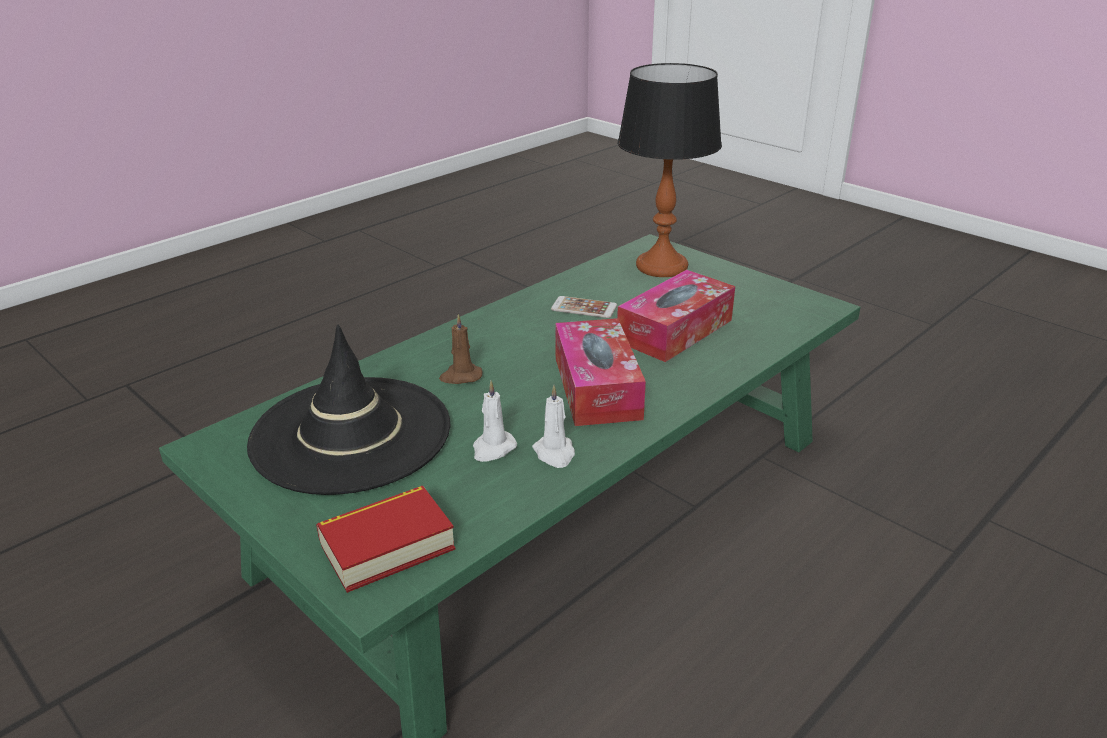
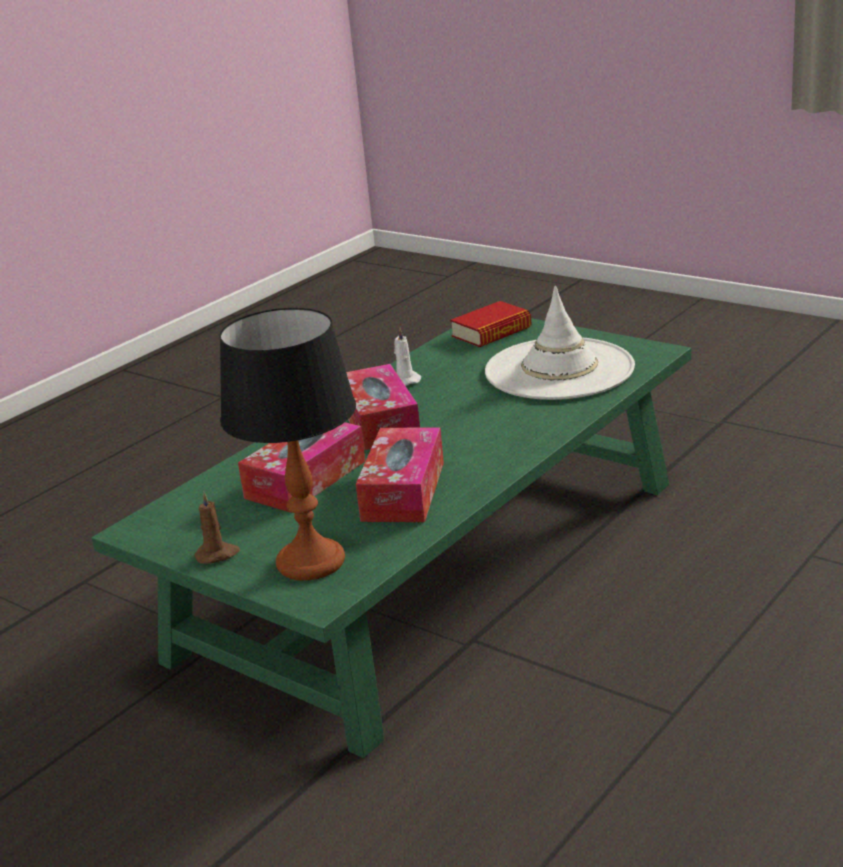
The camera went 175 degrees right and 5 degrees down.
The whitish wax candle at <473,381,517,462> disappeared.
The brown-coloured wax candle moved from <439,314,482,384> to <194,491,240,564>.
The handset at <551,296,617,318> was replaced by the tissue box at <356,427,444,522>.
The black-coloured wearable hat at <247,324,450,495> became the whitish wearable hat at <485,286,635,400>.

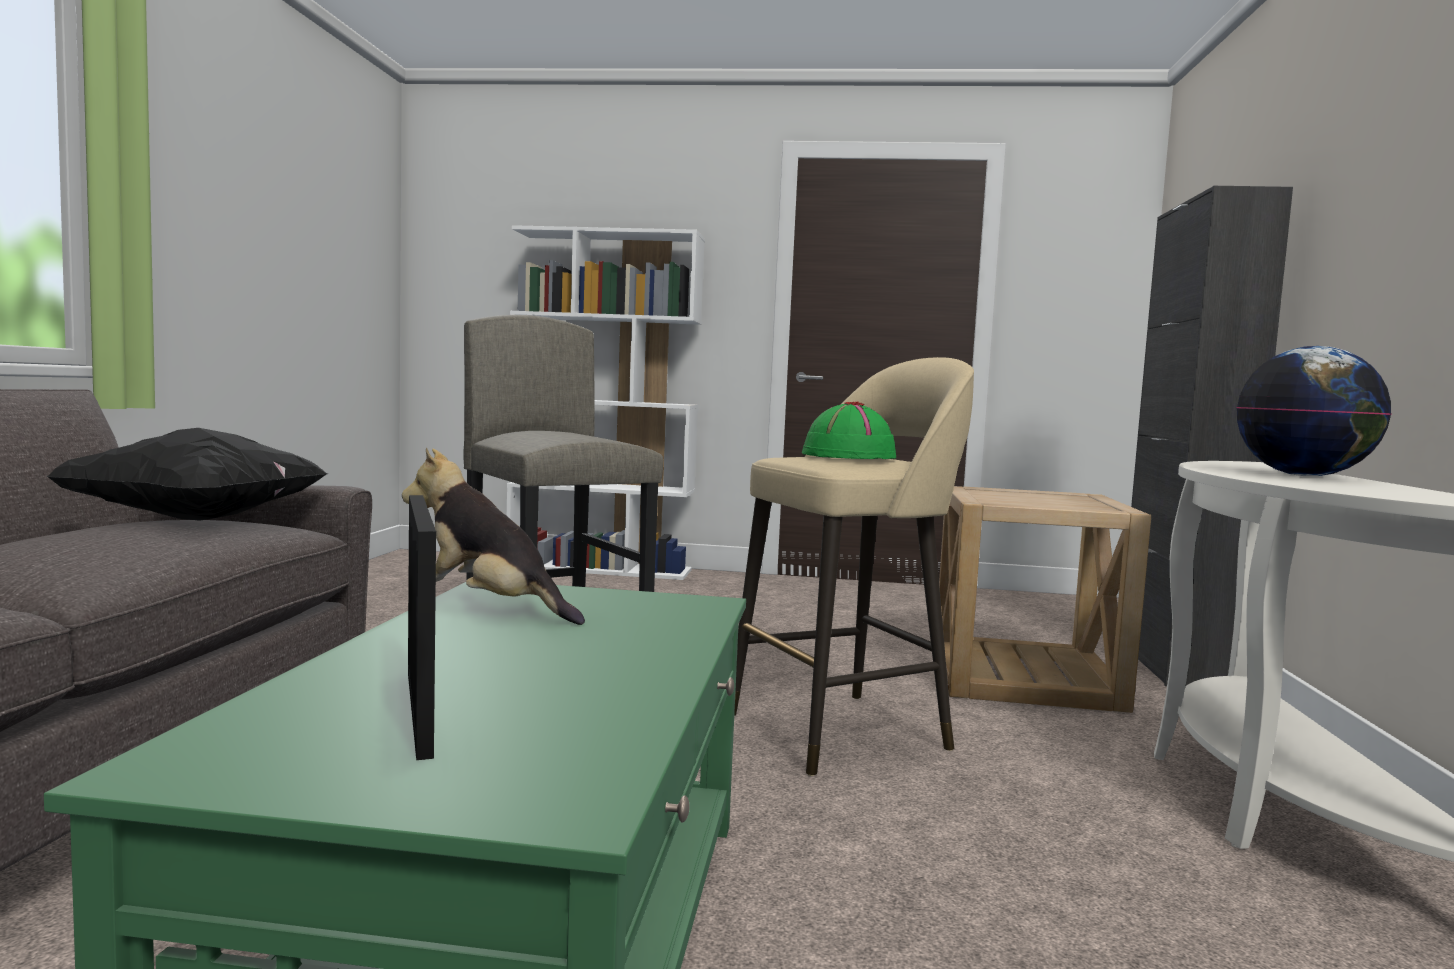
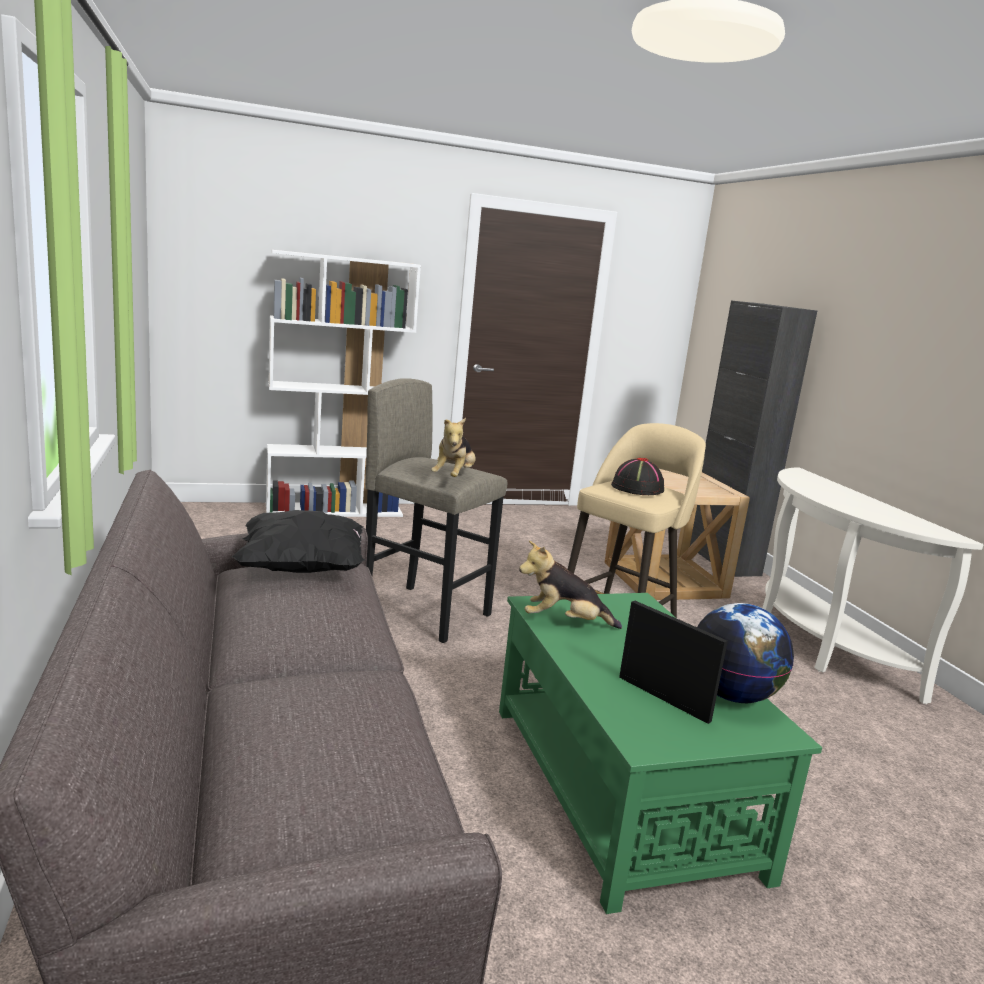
The camera went 25 degrees left and 10 degrees up.
The plush toy at <431,418,476,477> appeared.
The globe moved from <1236,346,1392,476> to <697,603,794,703>.
The green-coloured wearable hat at <802,402,896,459> became the black-coloured wearable hat at <611,457,664,495>.

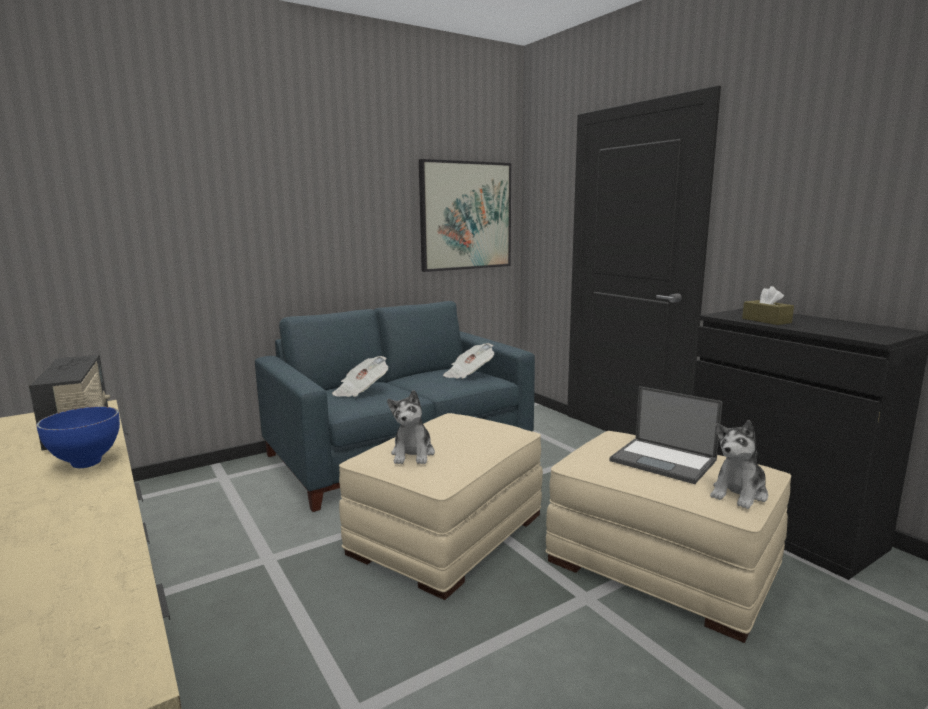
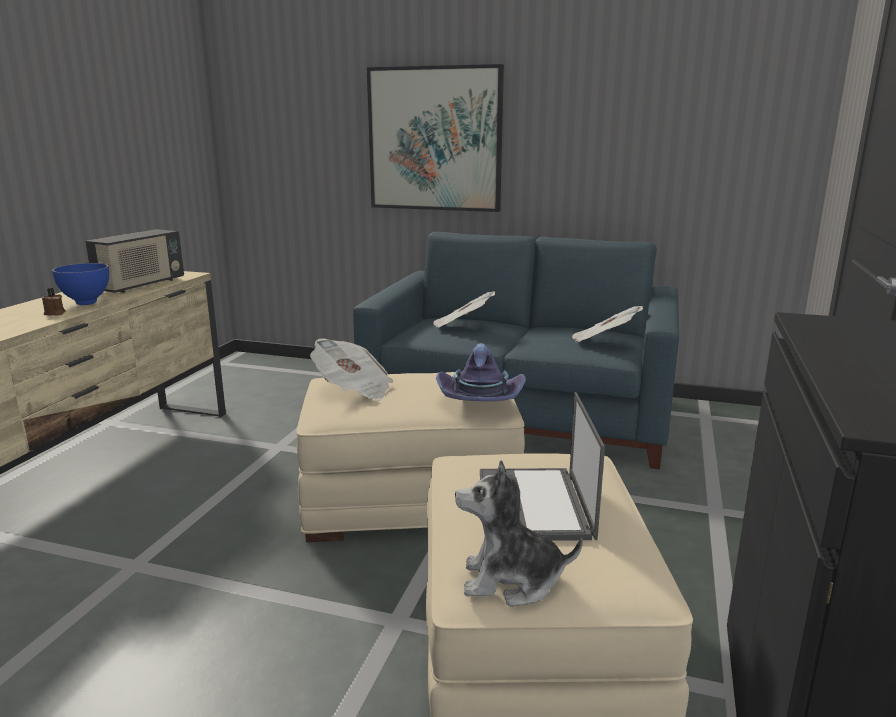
The camera went 50 degrees right and 5 degrees up.
The brown-coloured tissue box at <742,286,794,325> disappeared.
The brown-coloured wax candle at <42,288,66,315> appeared.
The purple-coloured wearable hat at <436,343,526,401> appeared.
The wall picture moved from <419,159,511,272> to <367,64,504,212>.
The plush toy at <387,390,435,464> was replaced by the daily paper at <310,338,393,401>.

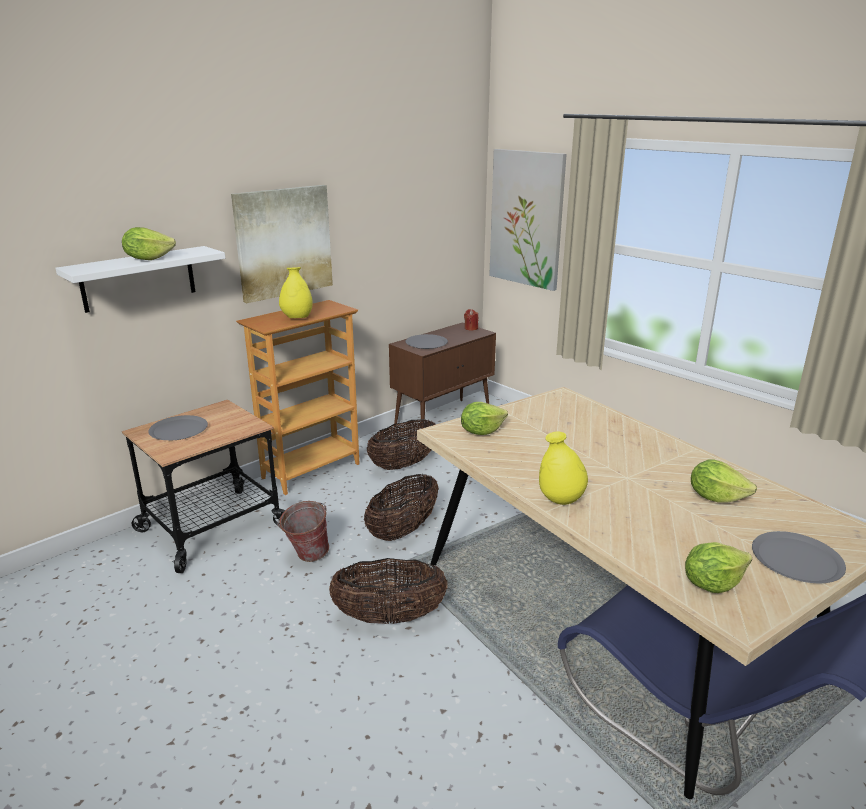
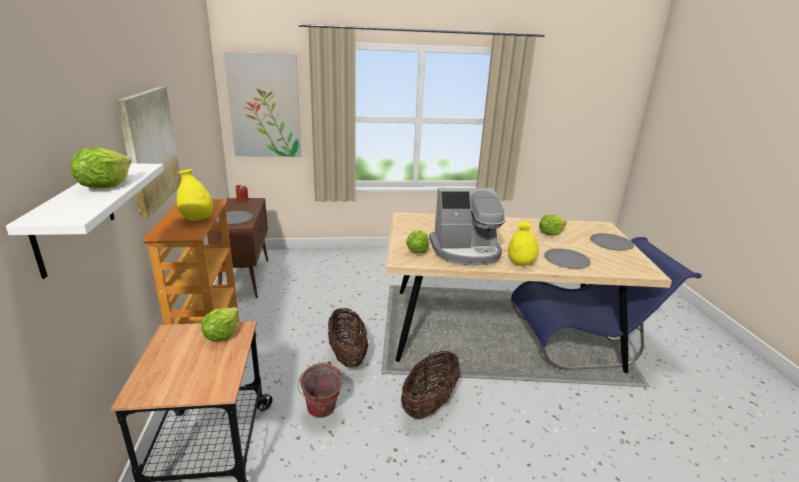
The camera went 55 degrees left and 0 degrees up.
The basket at <367,419,436,470> disappeared.
The coffee machine at <429,188,505,266> appeared.
The greyish plate moved from <148,415,208,440> to <544,249,591,269>.
The lettuce moved from <685,542,752,593> to <201,307,238,341>.

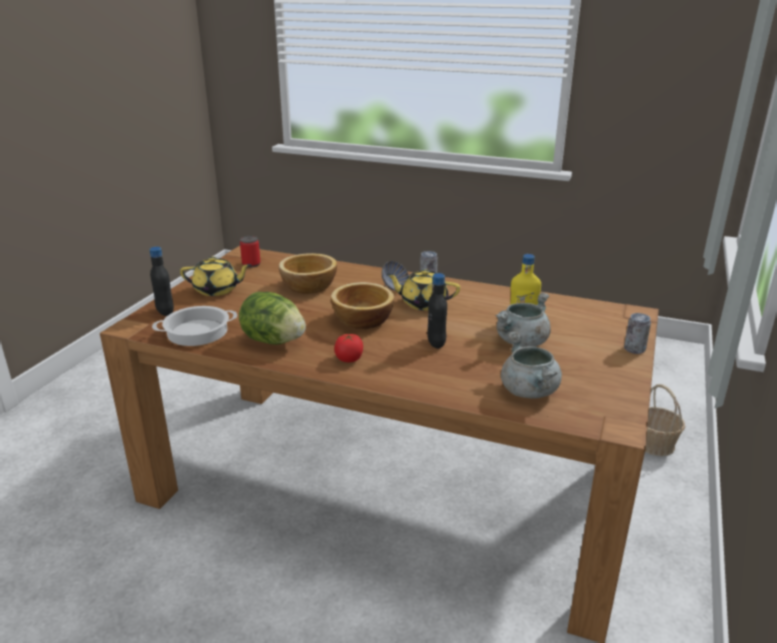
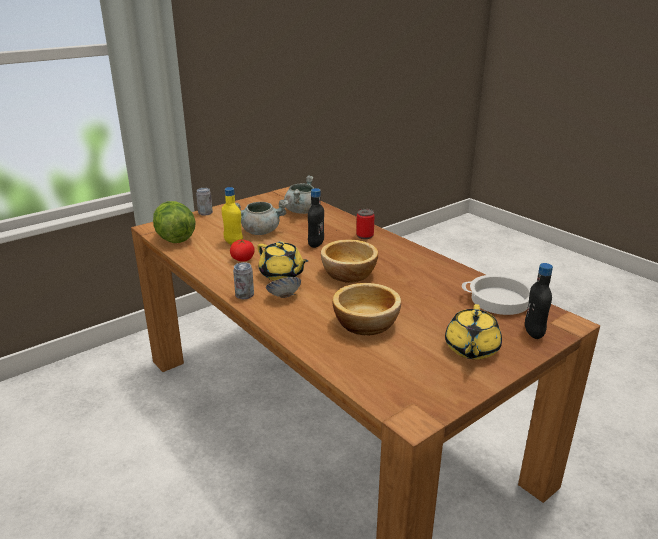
The camera went 150 degrees left and 0 degrees up.
The basket at <645,384,685,456> disappeared.
The lettuce moved from <239,292,306,345> to <153,201,196,243>.
The can moved from <240,236,261,268> to <356,209,375,239>.
The tomato moved from <334,334,363,362> to <230,240,255,262>.
The yellowish teapot at <180,257,252,296> turned 105 degrees counterclockwise.

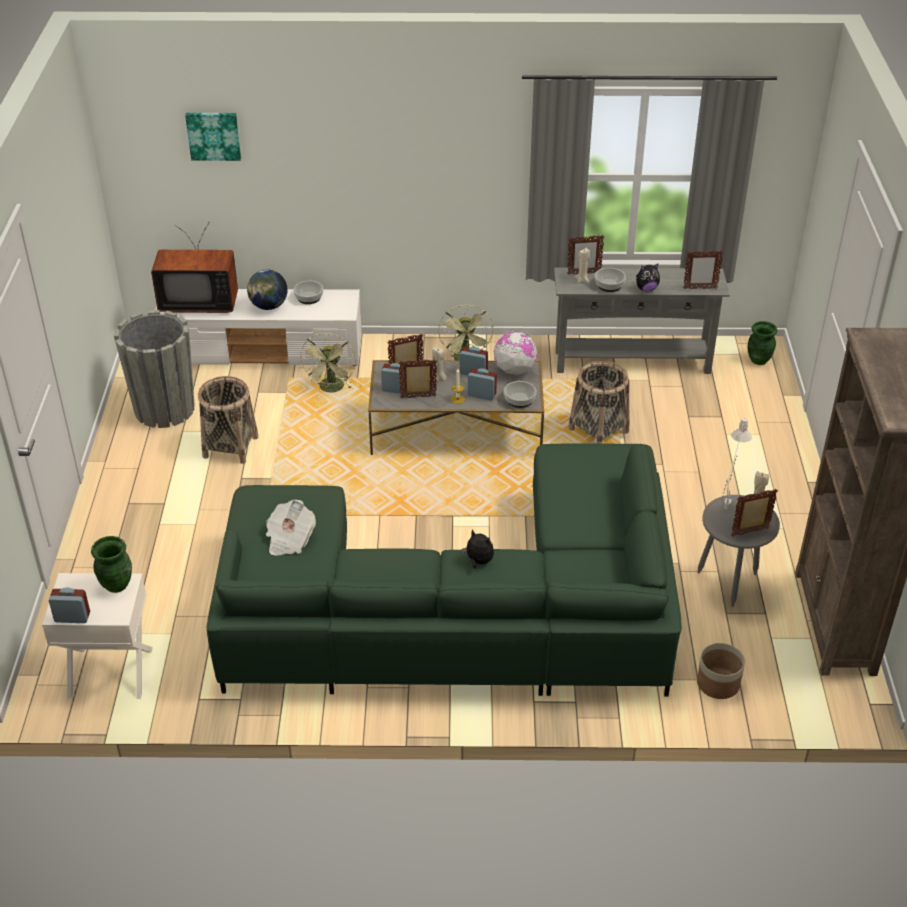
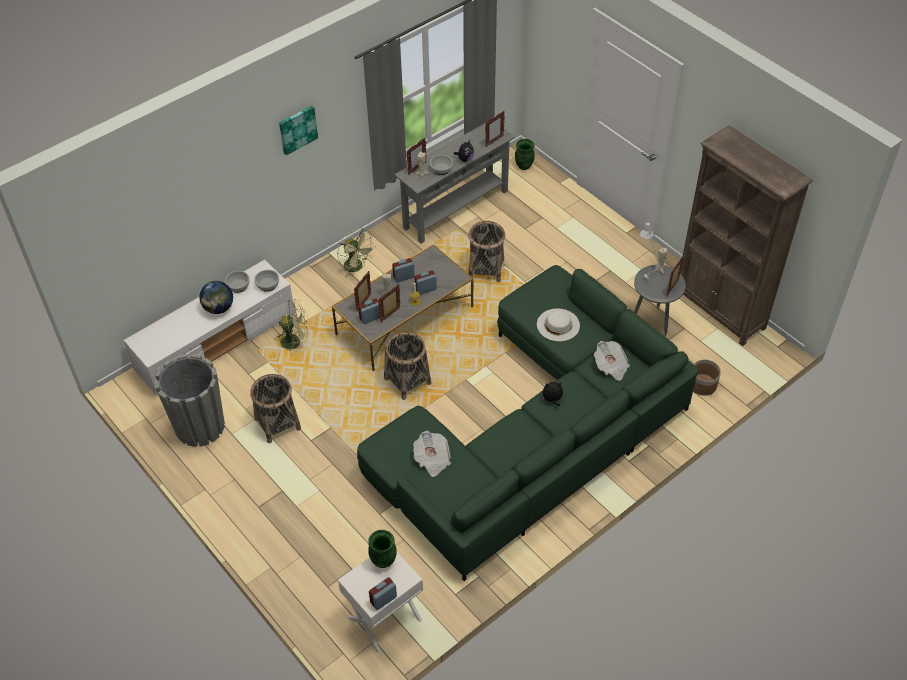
The camera went 40 degrees left and 10 degrees up.
The television at <151,223,238,313> disappeared.
The globe at <494,332,537,375> disappeared.
The basket at <384,332,431,400> appeared.
The whitish wearable hat at <537,309,580,341> appeared.
The daily paper at <594,341,630,381> appeared.
The wall picture moved from <185,113,241,161> to <279,106,318,155>.
The bowl moved from <504,381,537,408> to <254,270,279,292>.
The green-coloured electric fan at <300,333,356,392> turned 60 degrees counterclockwise.

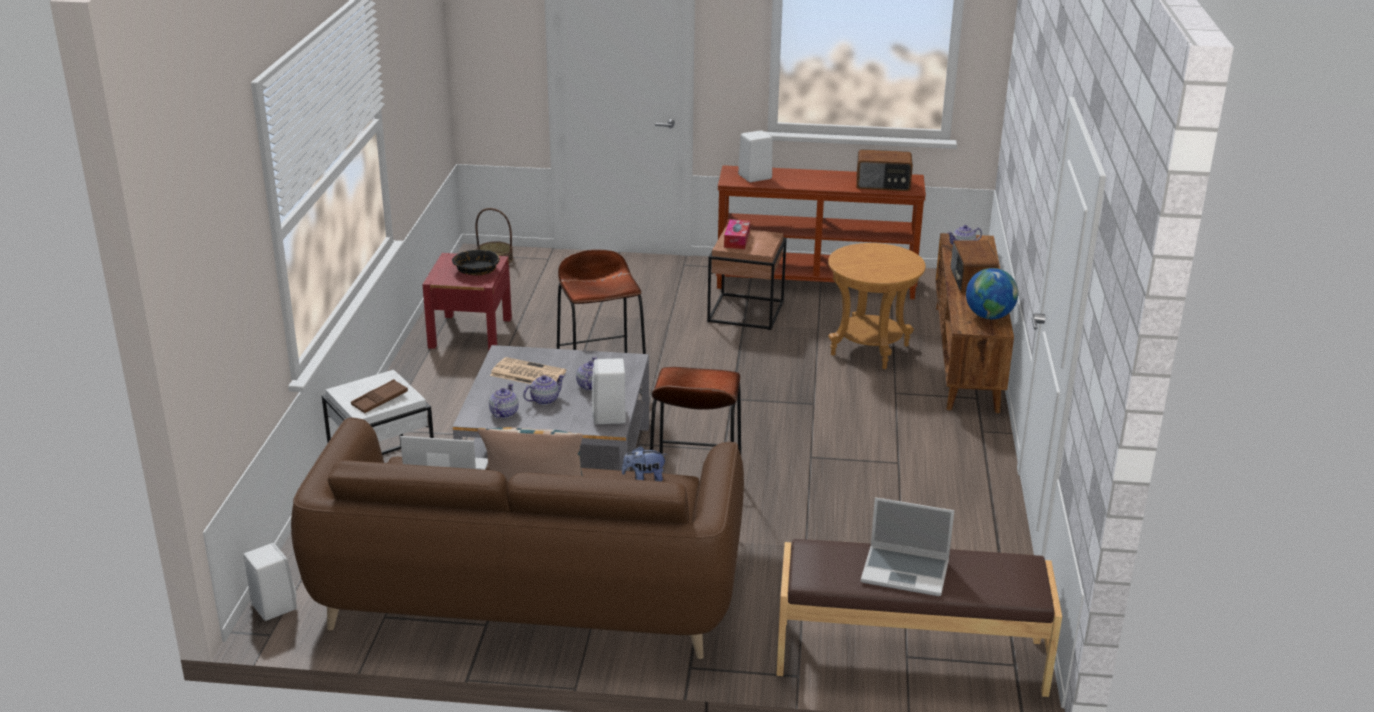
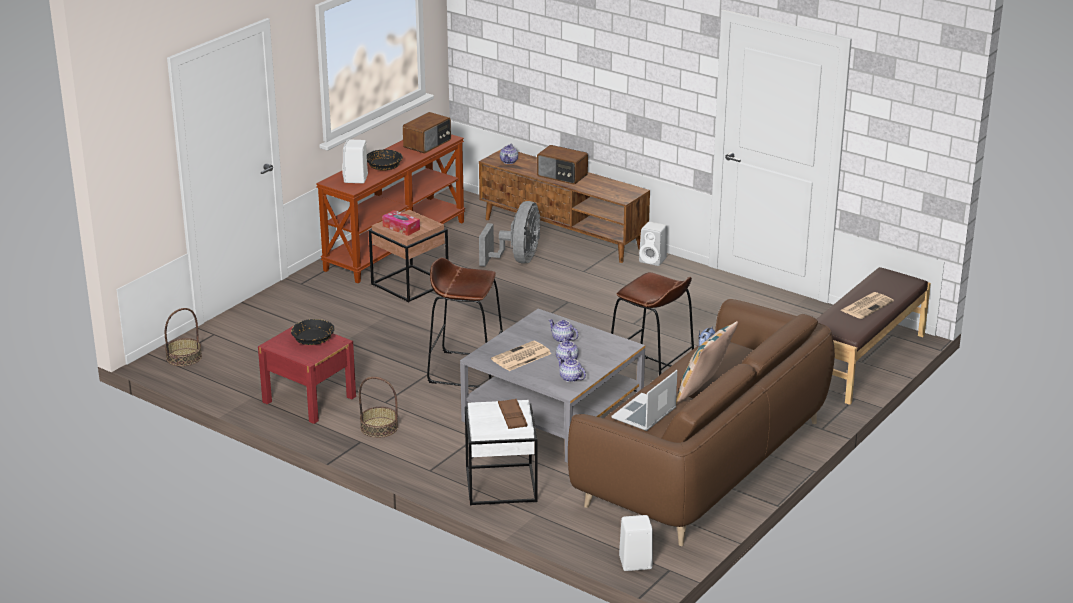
The camera went 60 degrees left and 0 degrees up.
The globe at <966,268,1018,319> disappeared.
The basket at <359,377,398,438> appeared.
The black-coloured bowl at <367,150,403,171> appeared.
The whitish speaker moved from <592,358,626,424> to <639,222,667,266>.
The brown-coloured end table at <828,243,926,369> was replaced by the greyish electric fan at <479,201,540,267>.
The notebook computer at <861,497,955,596> was replaced by the daily paper at <841,292,894,319>.

